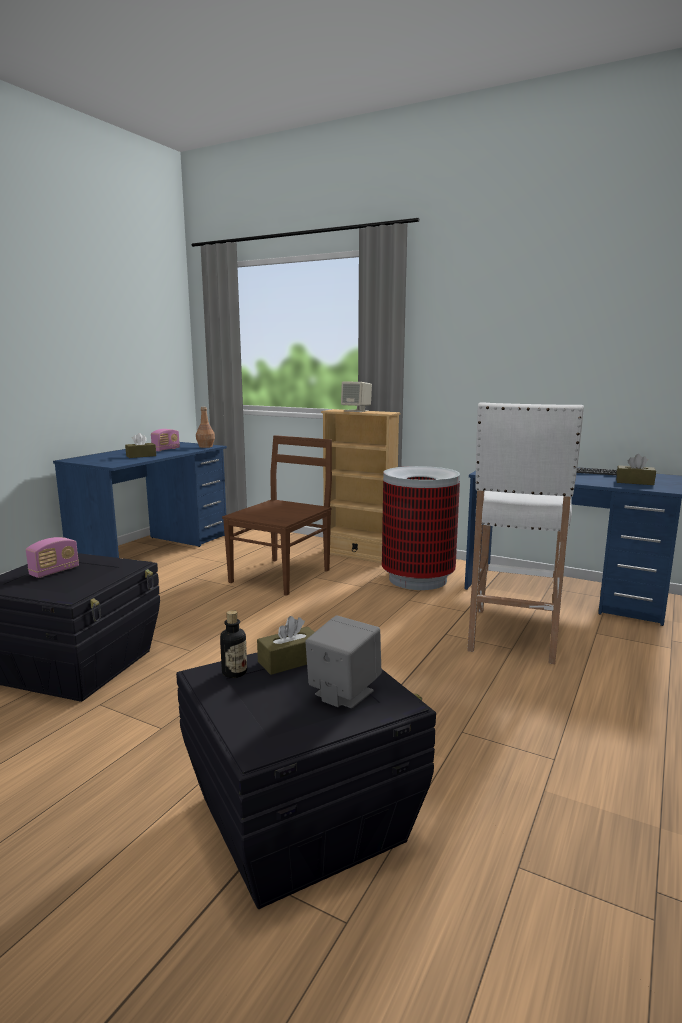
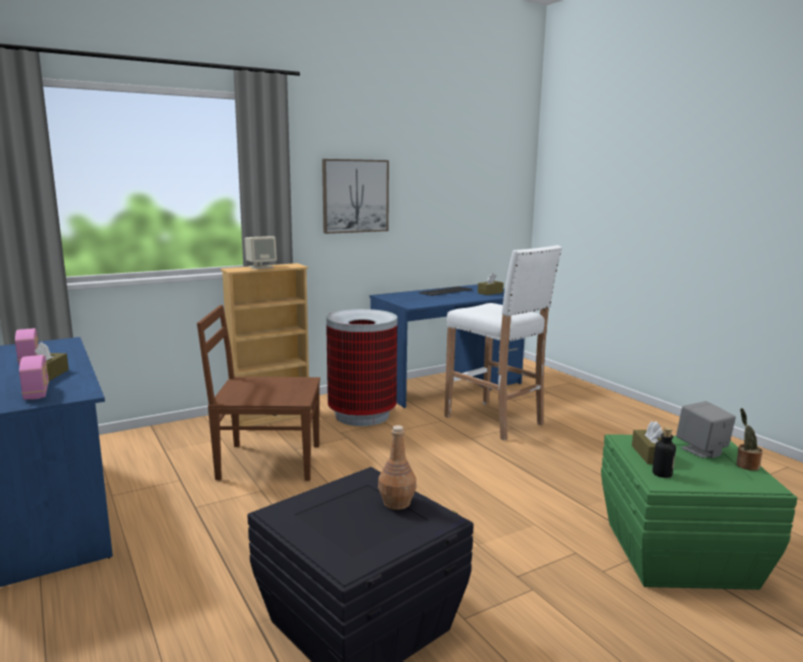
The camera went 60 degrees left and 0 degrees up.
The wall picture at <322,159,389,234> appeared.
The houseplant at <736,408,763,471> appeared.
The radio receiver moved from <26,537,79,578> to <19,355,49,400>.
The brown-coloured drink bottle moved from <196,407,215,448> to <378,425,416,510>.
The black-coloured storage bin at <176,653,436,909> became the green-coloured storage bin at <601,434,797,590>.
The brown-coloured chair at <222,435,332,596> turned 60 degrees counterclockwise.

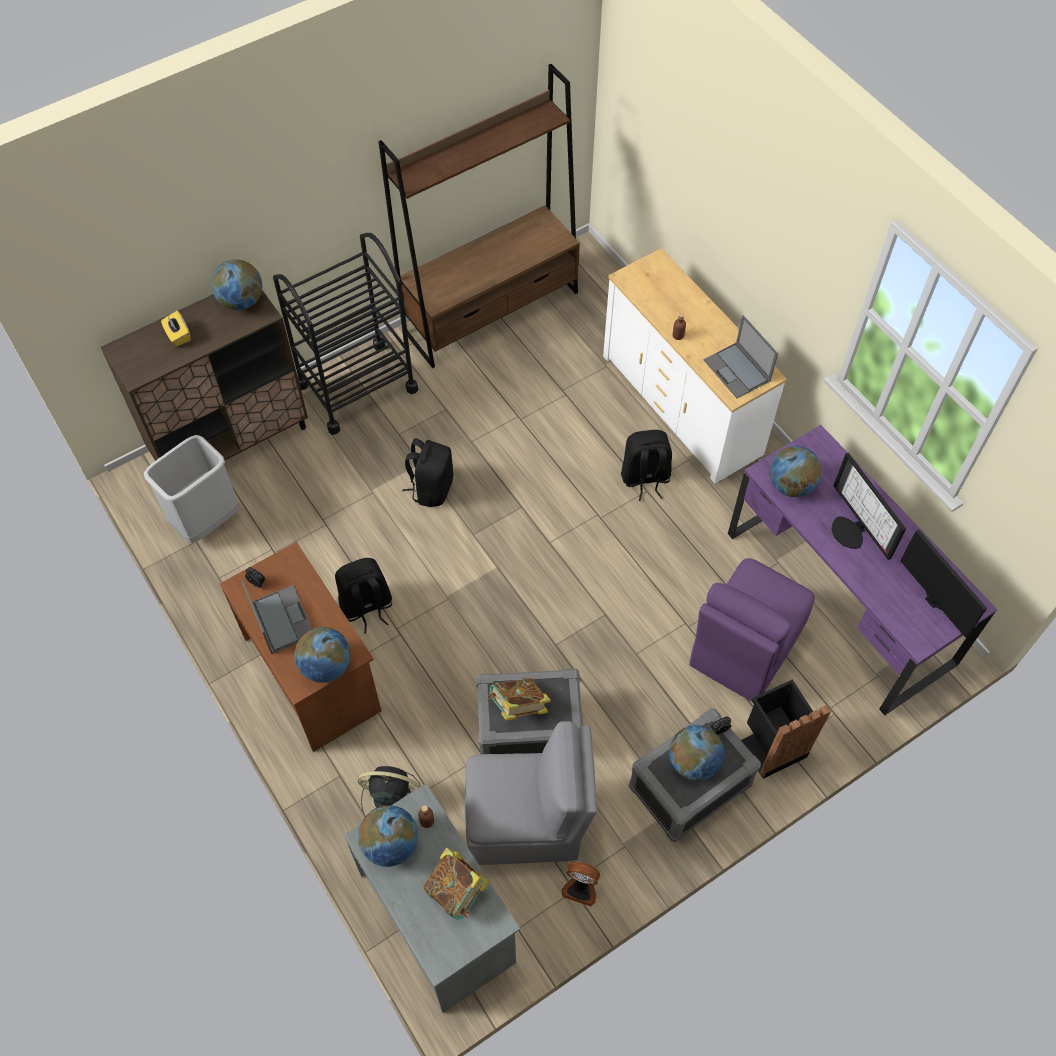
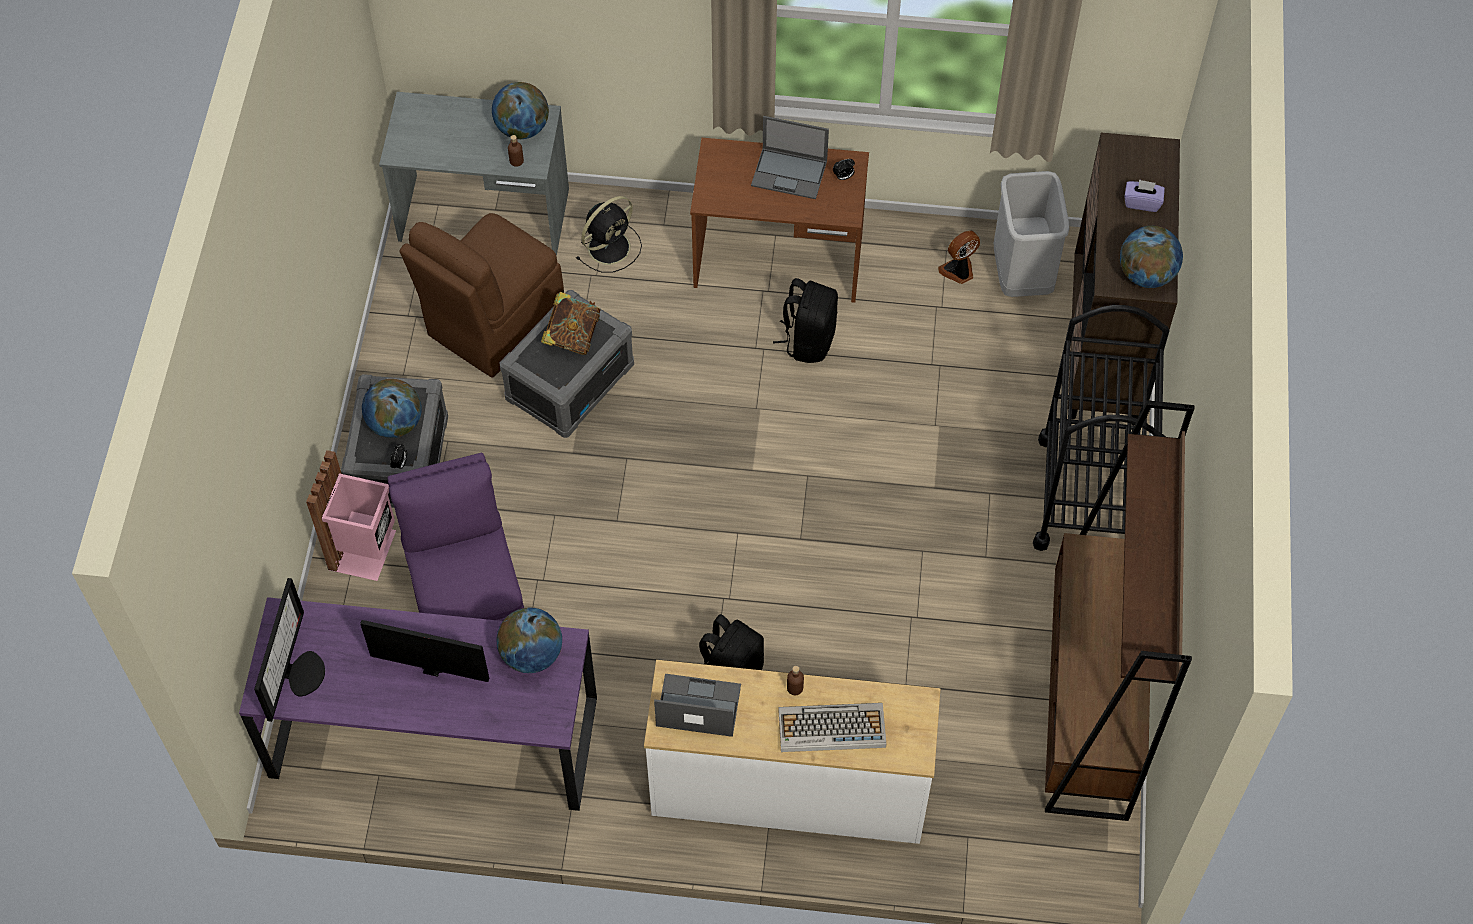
The camera went 130 degrees right and 0 degrees up.
The globe at <294,627,351,683> disappeared.
The black-coloured rucksack at <402,438,453,507> disappeared.
The book at <423,847,490,920> disappeared.
The PC keyboard at <778,703,886,752> appeared.
The electric fan moved from <561,861,600,906> to <938,230,980,284>.
The yellowish tissue box at <161,311,191,346> became the purple-coloured tissue box at <1124,179,1165,212>.
The greyish chair at <465,721,597,865> became the brown-coloured chair at <400,213,564,378>.
The black-coloured rubbish bin at <741,679,831,779> became the pink-coloured rubbish bin at <306,450,396,581>.
The monitor at <900,529,987,638> turned 90 degrees counterclockwise.

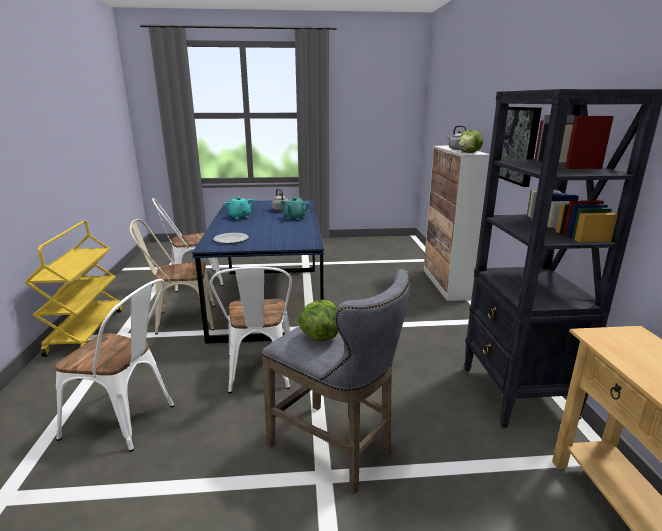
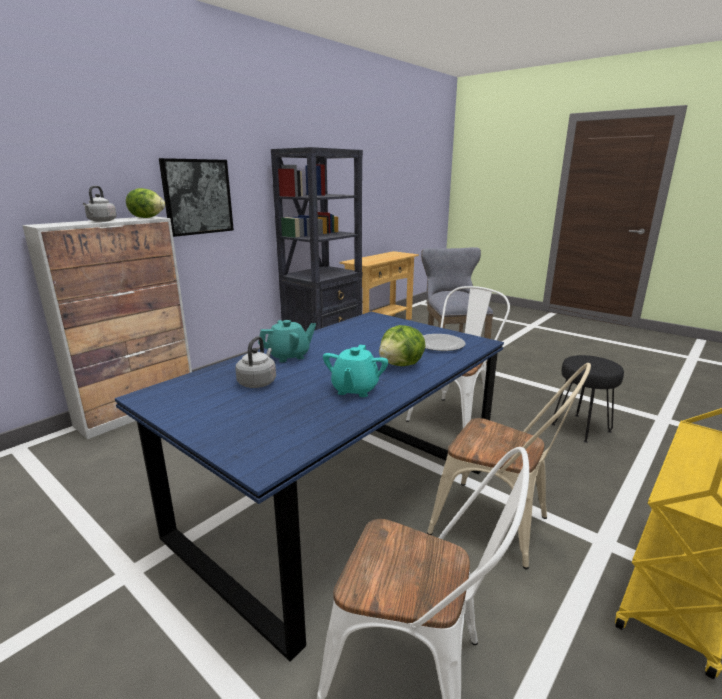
The camera went 135 degrees left and 0 degrees up.
The lettuce moved from <298,300,339,341> to <379,325,426,366>.
The whitish chair at <55,279,175,452> was replaced by the black-coloured stool seat at <551,355,624,443>.

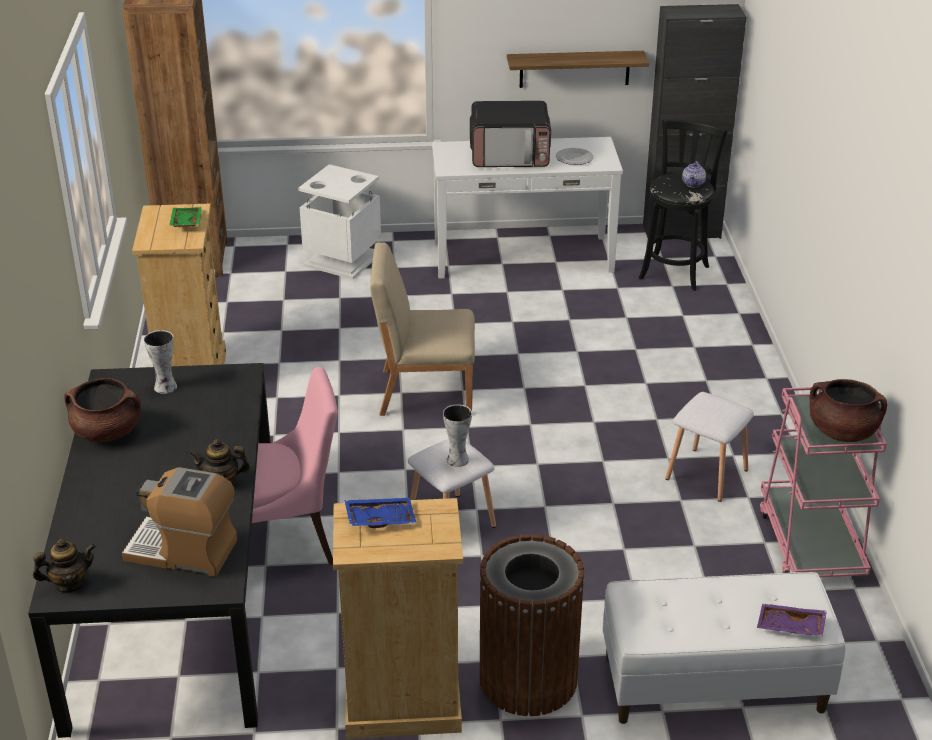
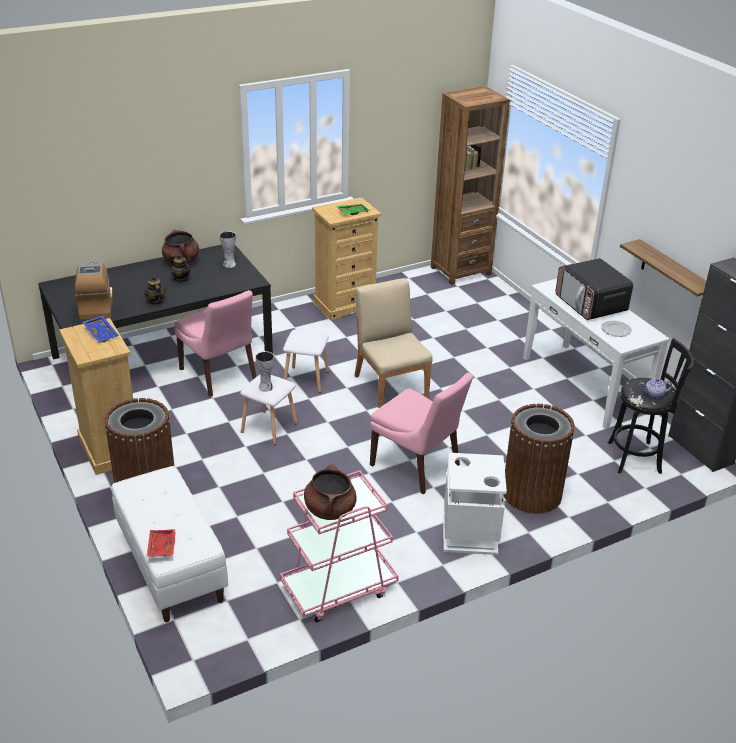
The camera went 65 degrees right and 0 degrees up.
The pink-coloured chair at <370,373,473,495> appeared.
The brown-coloured rubbish bin at <503,404,575,514> appeared.
The teapot moved from <33,539,96,593> to <170,254,190,282>.
The whitish rubbish bin moved from <298,164,381,279> to <443,453,507,555>.
The whitish stool seat moved from <666,392,754,502> to <283,329,329,393>.
The purple-coloured carrying tray at <757,604,827,636> became the reddish carrying tray at <147,529,176,557>.

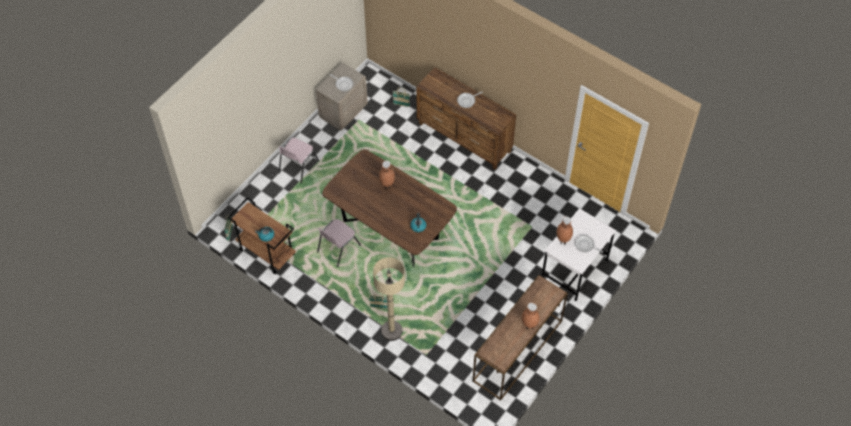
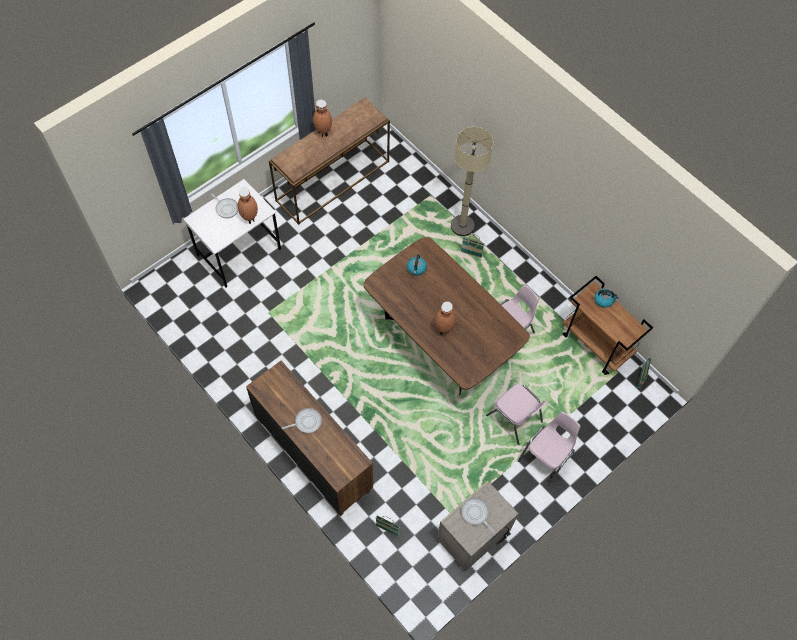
The camera went 170 degrees left and 5 degrees up.
The pink-coloured chair at <486,384,548,445> appeared.

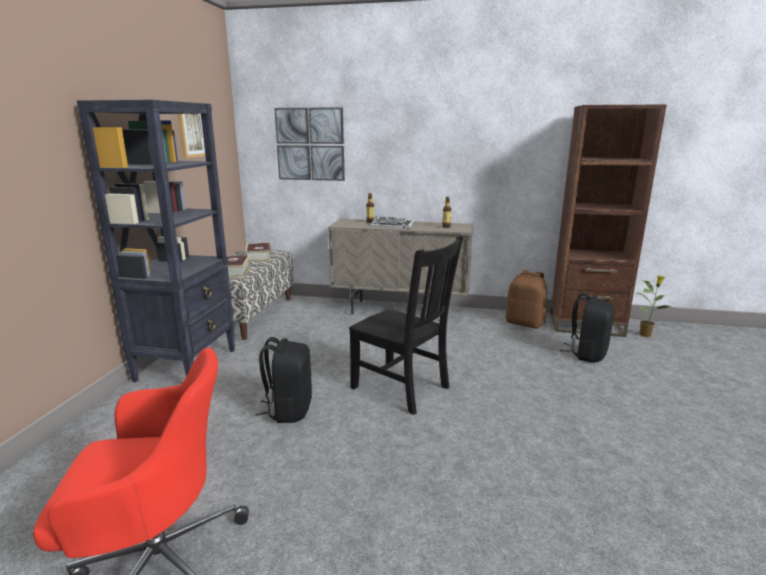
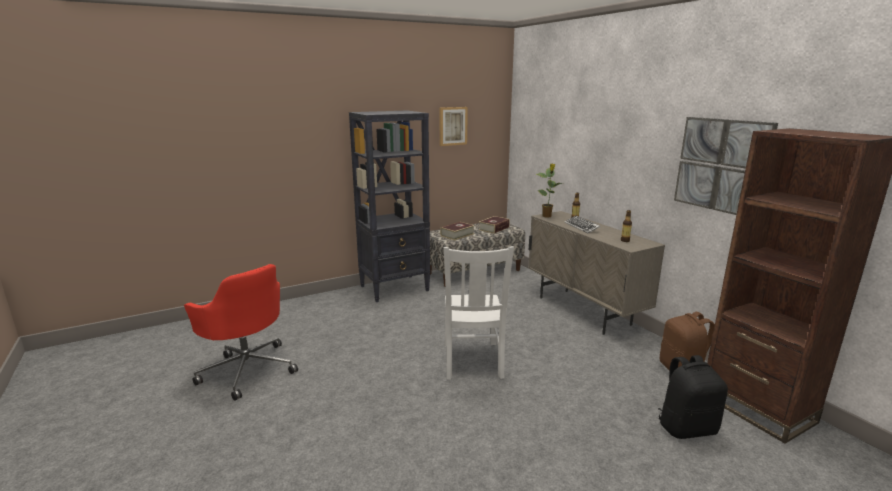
The camera went 50 degrees right and 0 degrees up.
The black-coloured rucksack at <255,337,312,423> disappeared.
The wall picture moved from <274,107,345,181> to <674,117,778,215>.
The houseplant moved from <637,276,673,337> to <536,164,563,217>.
The black-coloured chair at <349,235,464,415> became the whitish chair at <444,246,514,380>.

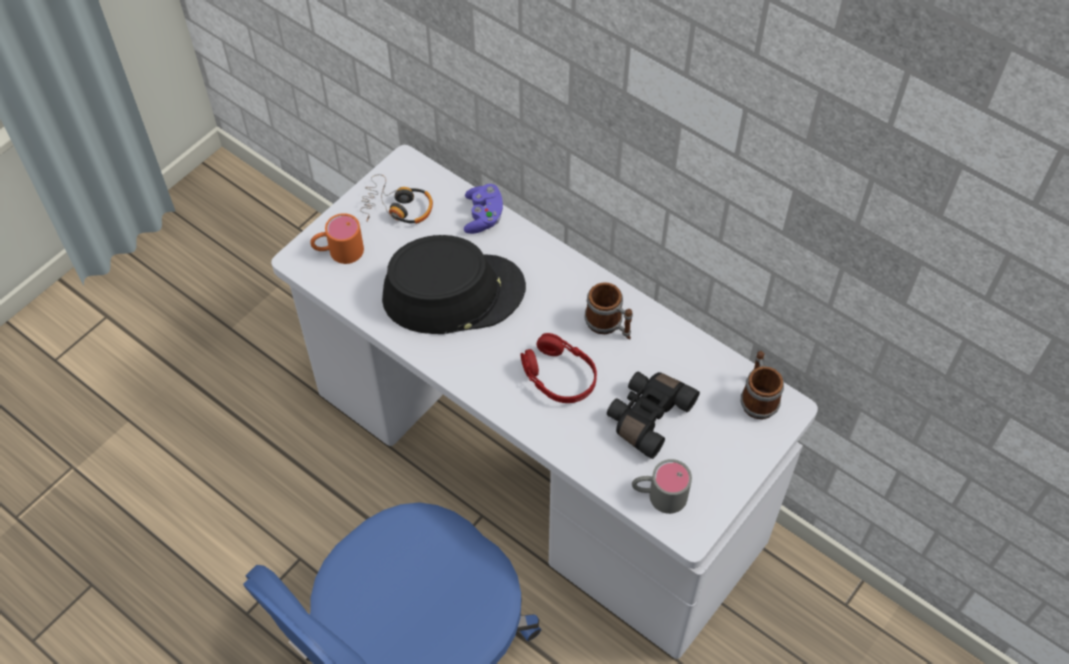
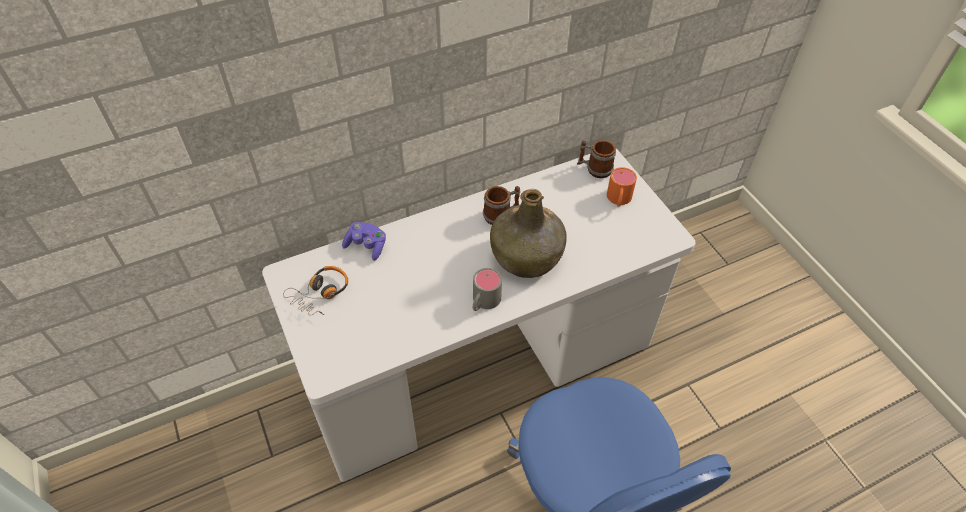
The camera went 65 degrees left and 5 degrees down.
The black-coloured wearable hat at <382,235,526,334> disappeared.
The black-coloured field glasses at <607,372,700,459> disappeared.
The orangey coffee mug moved from <310,213,364,264> to <607,167,637,207>.
The greyish coffee mug moved from <632,459,692,514> to <473,268,502,311>.
The reddish headphones at <521,333,597,403> was replaced by the green-coloured drink bottle at <490,189,567,278>.

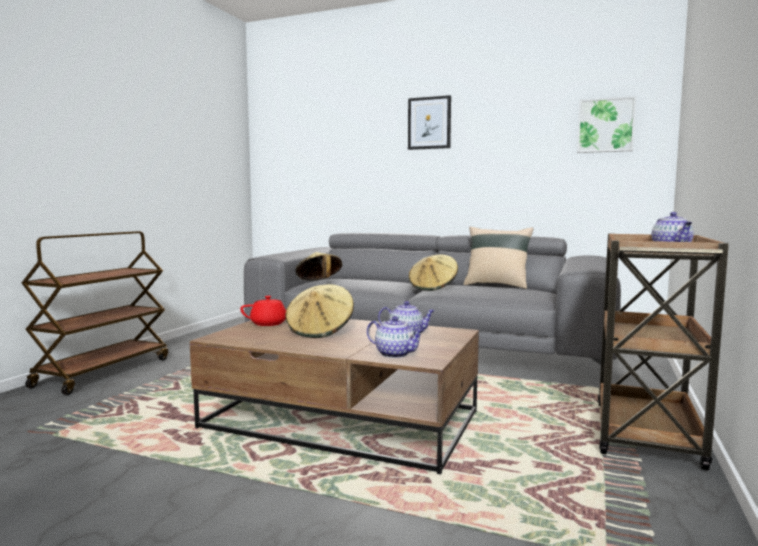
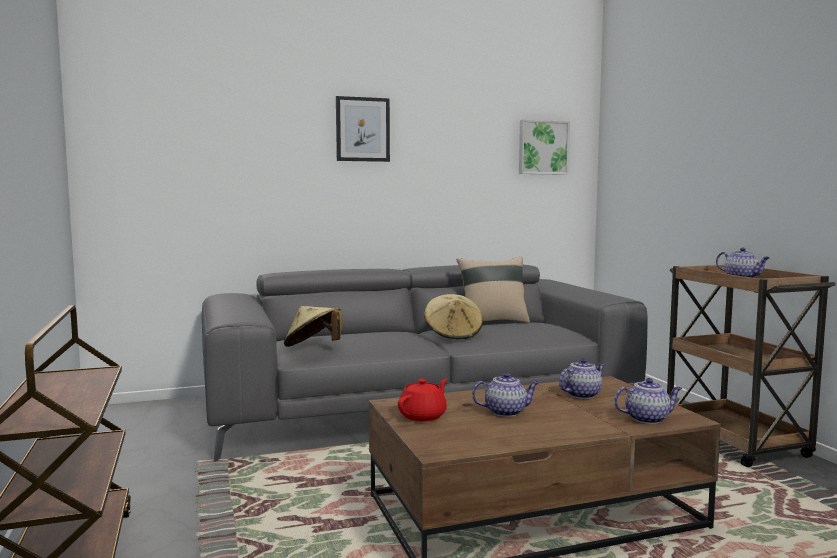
The camera went 40 degrees left and 0 degrees up.
The sand-coloured wearable hat at <285,284,354,338> was replaced by the teapot at <472,372,539,417>.

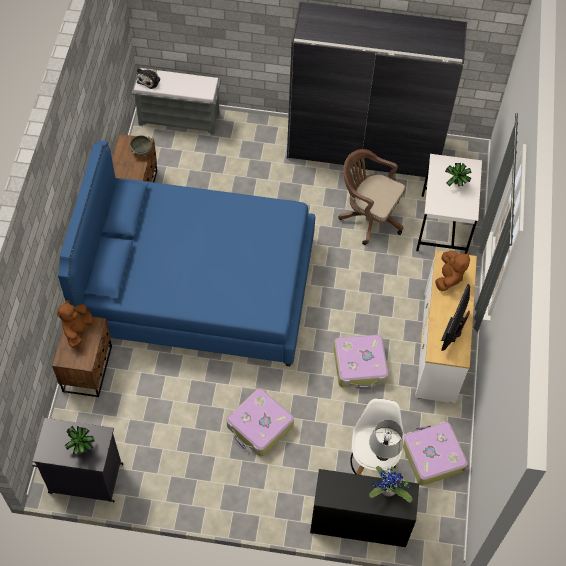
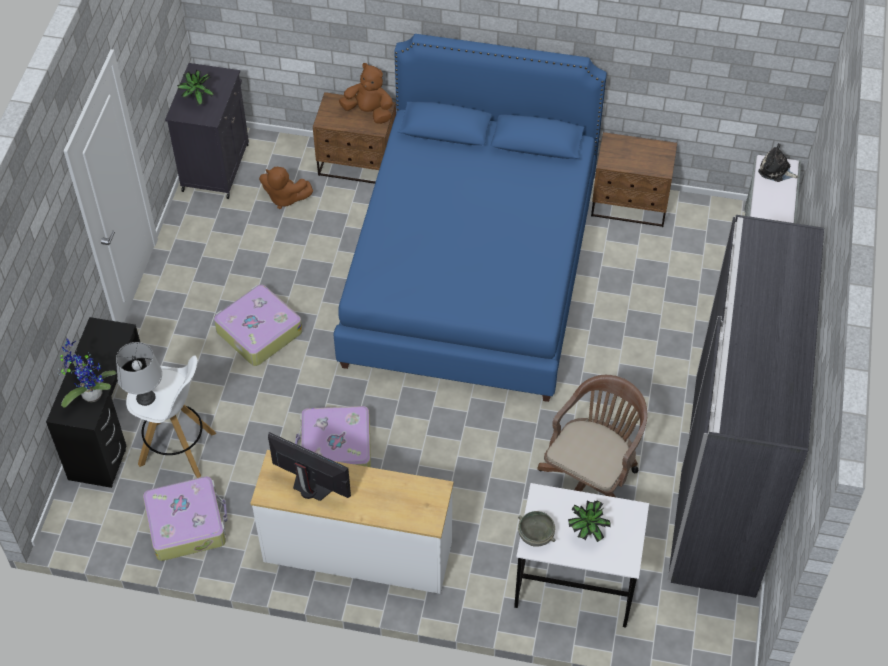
The camera went 95 degrees right and 5 degrees down.
The greyish bowl moved from <130,136,152,156> to <518,511,555,547>.
The brown-coloured plush toy moved from <435,251,470,291> to <259,167,313,209>.

